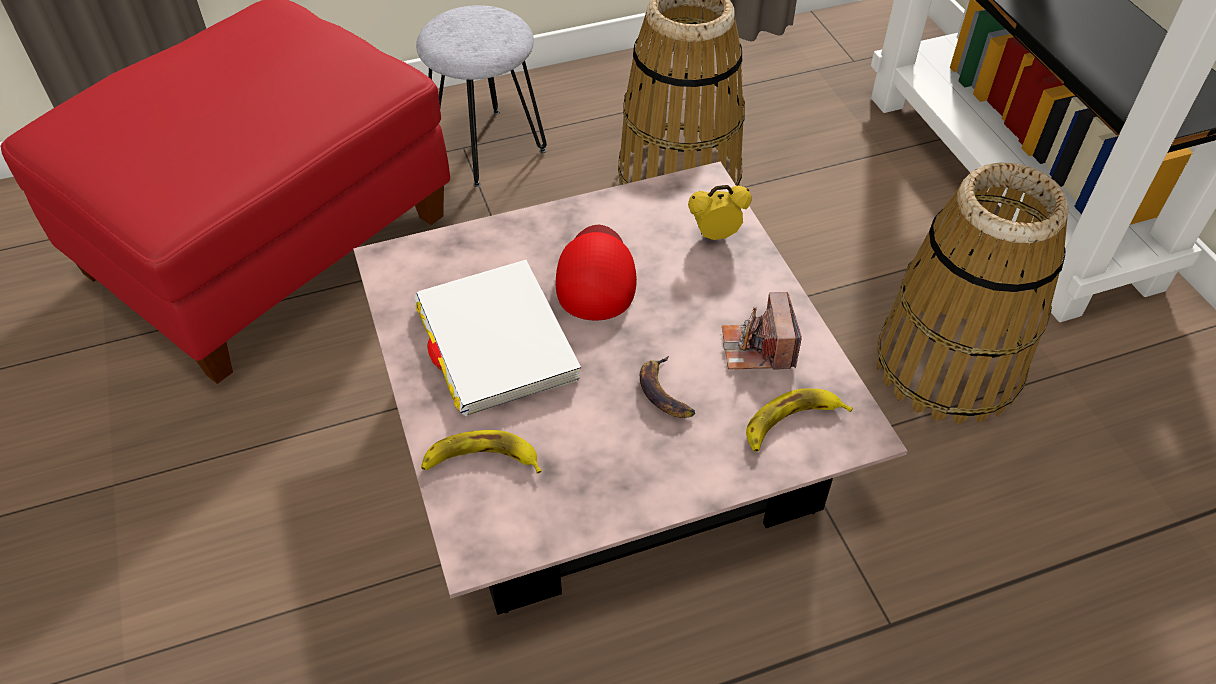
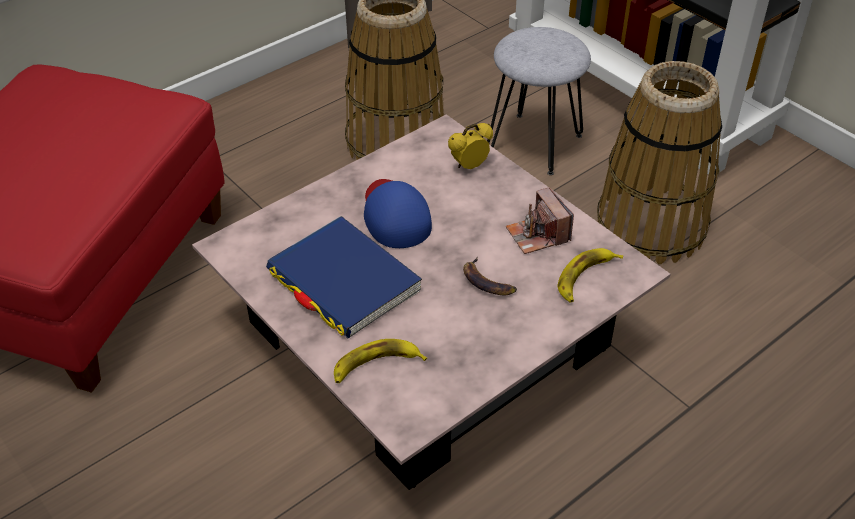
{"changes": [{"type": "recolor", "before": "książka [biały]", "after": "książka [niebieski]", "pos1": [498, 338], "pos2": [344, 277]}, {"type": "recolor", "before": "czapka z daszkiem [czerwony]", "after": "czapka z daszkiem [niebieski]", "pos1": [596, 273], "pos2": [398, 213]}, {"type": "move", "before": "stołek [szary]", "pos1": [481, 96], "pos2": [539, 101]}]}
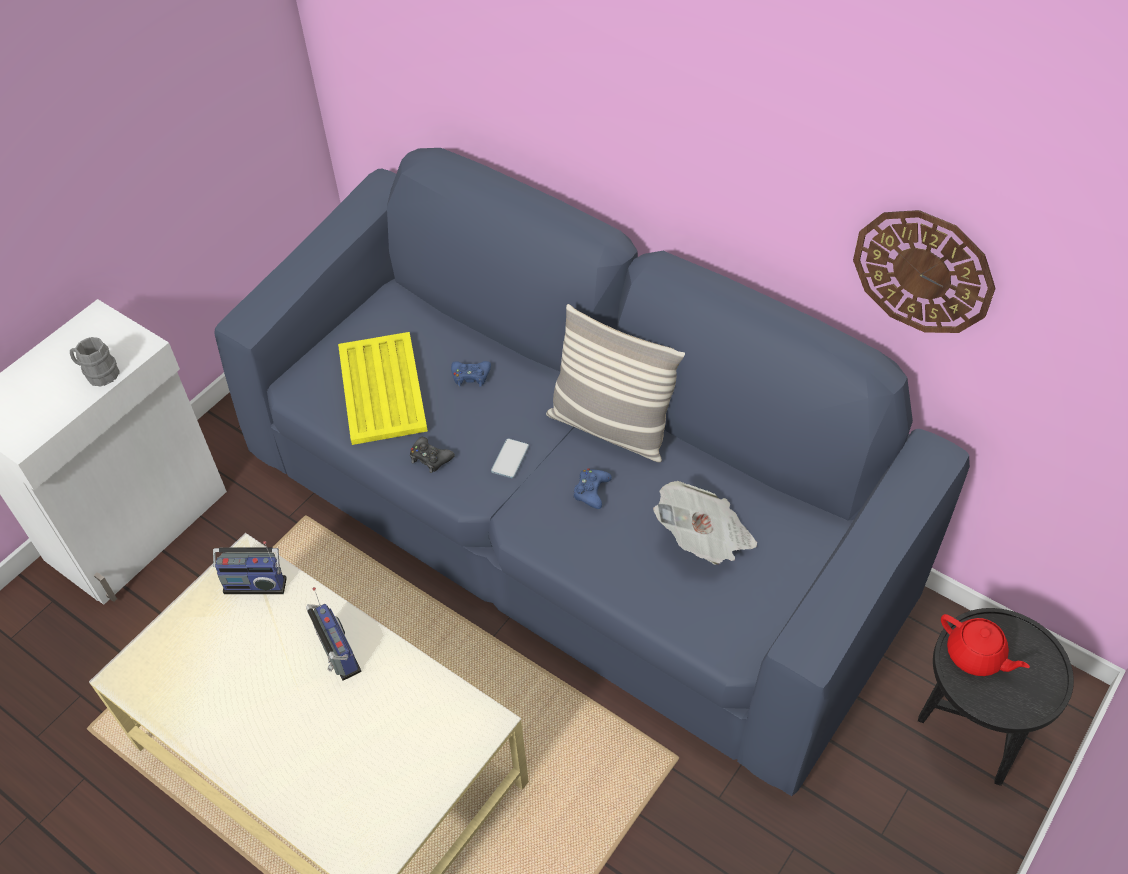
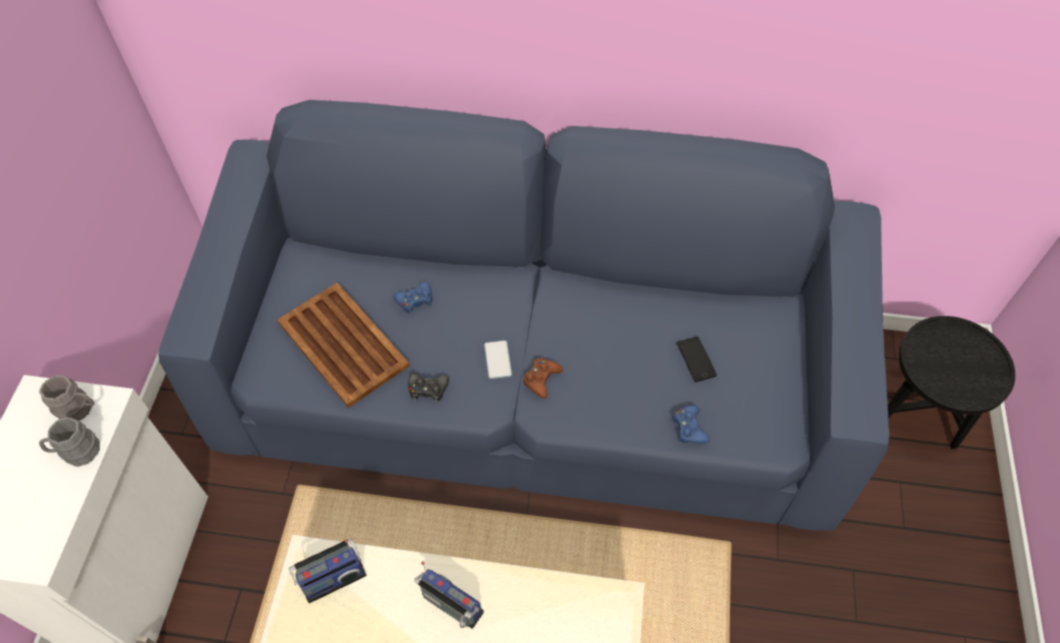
{"changes": [{"type": "insert", "after": "kubek [szary]", "pos2": [66, 398]}, {"type": "recolor", "before": "taca [żółty]", "after": "taca [brązowy]", "pos1": [383, 388], "pos2": [343, 345]}, {"type": "insert", "after": "pad do gier [brązowy]", "pos2": [543, 378]}, {"type": "move", "before": "pad do gier [niebieski]", "pos1": [592, 488], "pos2": [690, 424]}, {"type": "replace", "before": "gazeta", "after": "telefon", "pos1": [705, 523], "pos2": [697, 359]}, {"type": "delete", "before": "poduszka", "pos1": [615, 383]}, {"type": "delete", "before": "zegar ścienny", "pos1": [924, 271]}, {"type": "delete", "before": "imbryk [czerwony]", "pos1": [985, 645]}]}
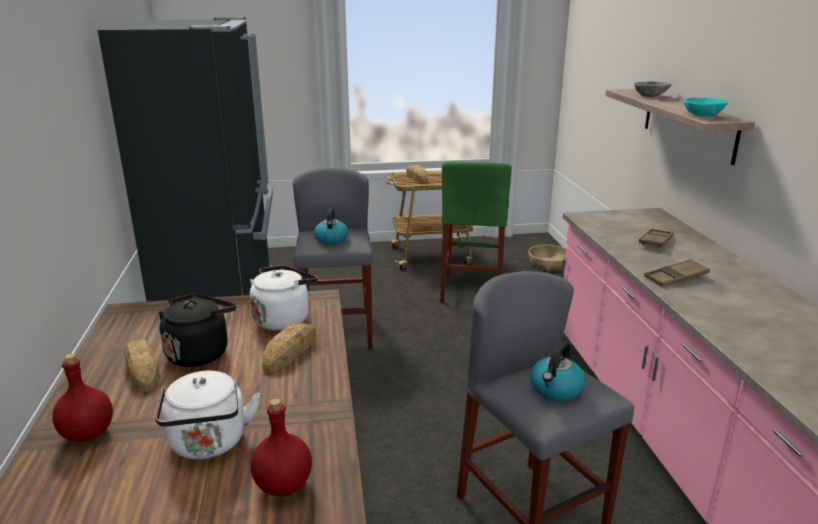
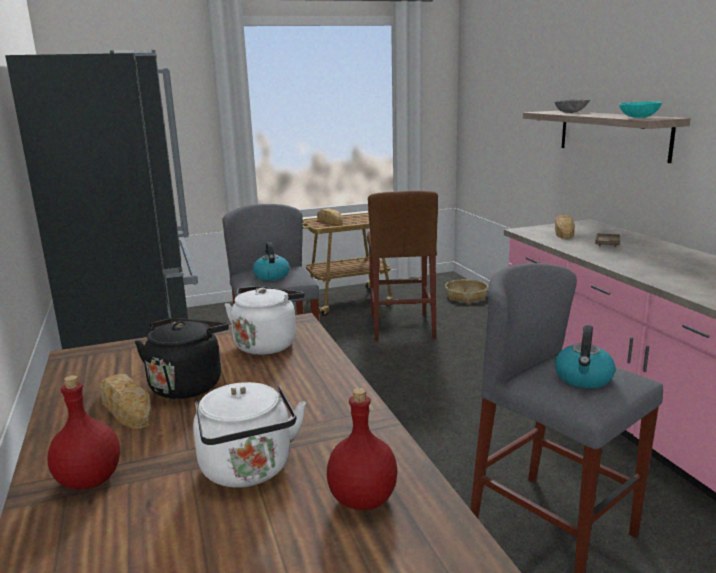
{"changes": [{"type": "recolor", "before": "stołek [zielony]", "after": "stołek [brązowy]", "pos1": [476, 232], "pos2": [402, 266]}, {"type": "move", "before": "chleb", "pos1": [289, 347], "pos2": [565, 227]}, {"type": "delete", "before": "taca [brązowy]", "pos1": [677, 273]}]}
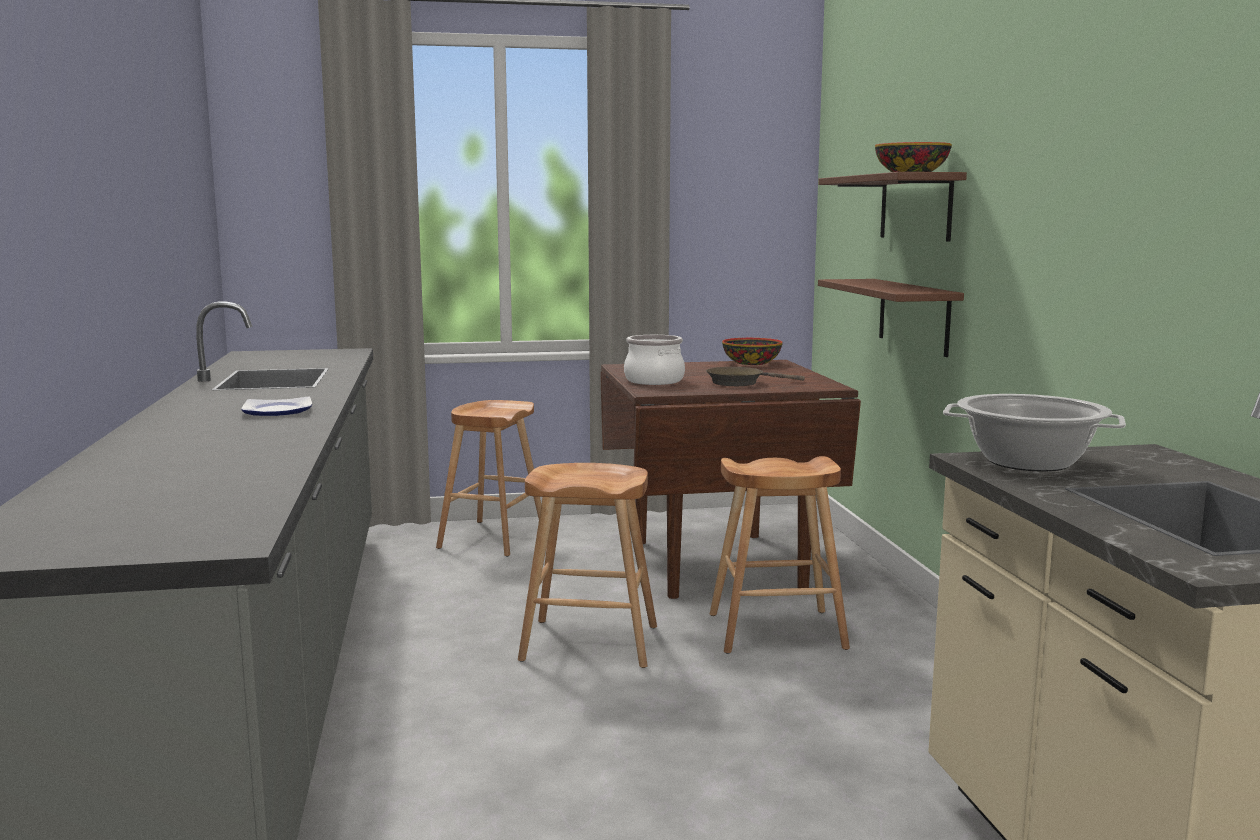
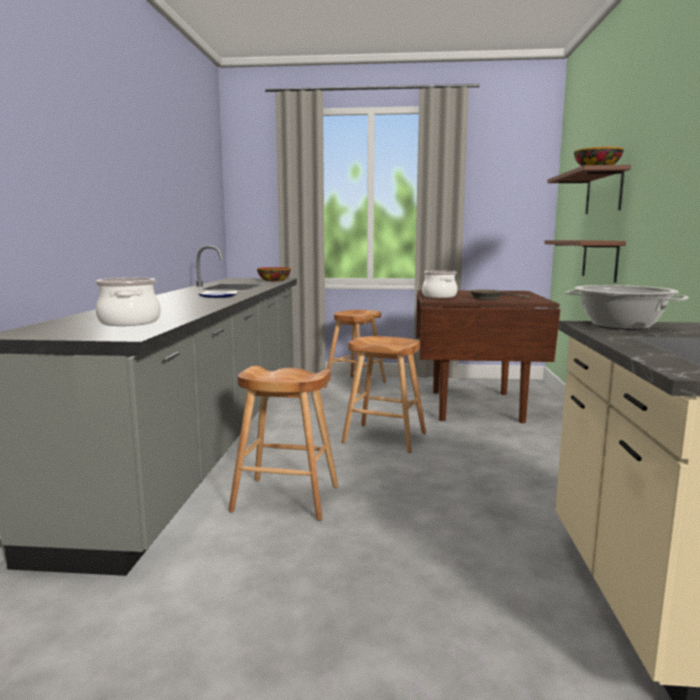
{"changes": [{"type": "insert", "after": "garnek", "pos2": [128, 302]}, {"type": "move", "before": "stołek [brązowy]", "pos1": [780, 555], "pos2": [283, 443]}, {"type": "move", "before": "miska", "pos1": [752, 351], "pos2": [274, 274]}]}
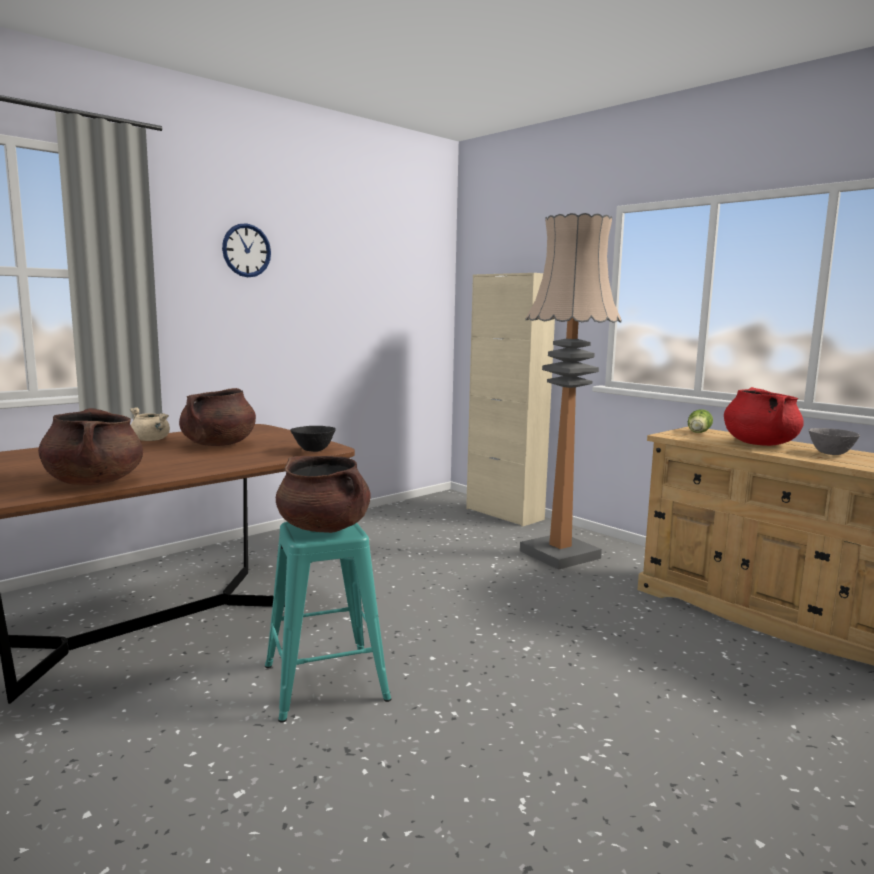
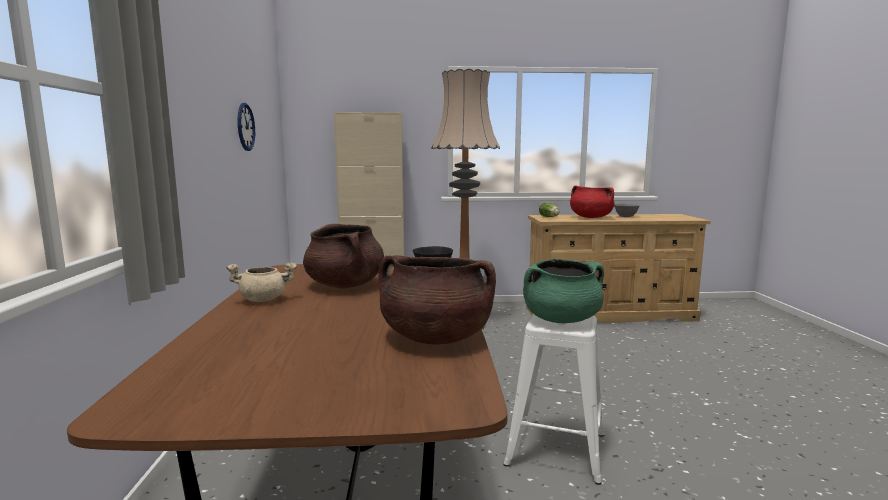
{"changes": [{"type": "move", "before": "zegar ścienny", "pos1": [246, 250], "pos2": [246, 127]}, {"type": "recolor", "before": "stołek [turkusowy]", "after": "stołek [biały]", "pos1": [328, 622], "pos2": [553, 399]}, {"type": "recolor", "before": "garnek [brązowy]", "after": "garnek [zielony]", "pos1": [323, 494], "pos2": [563, 291]}]}
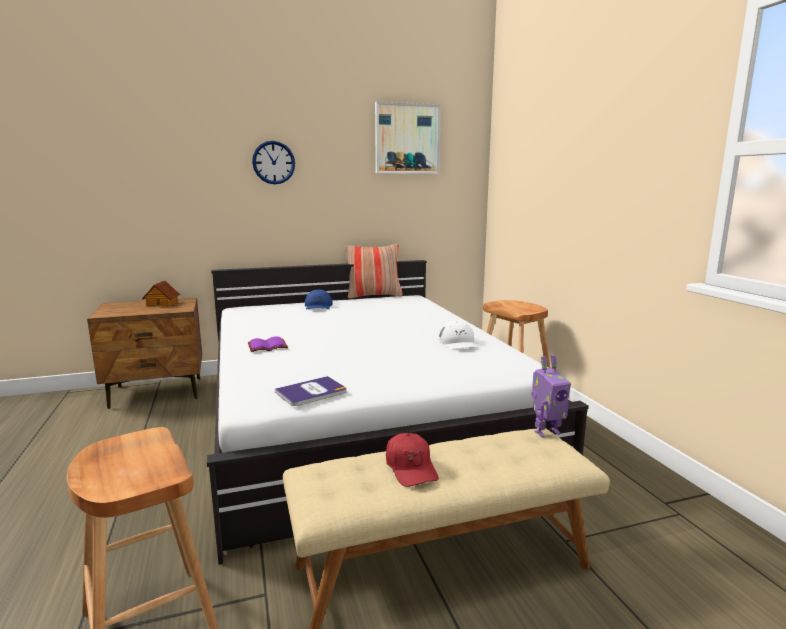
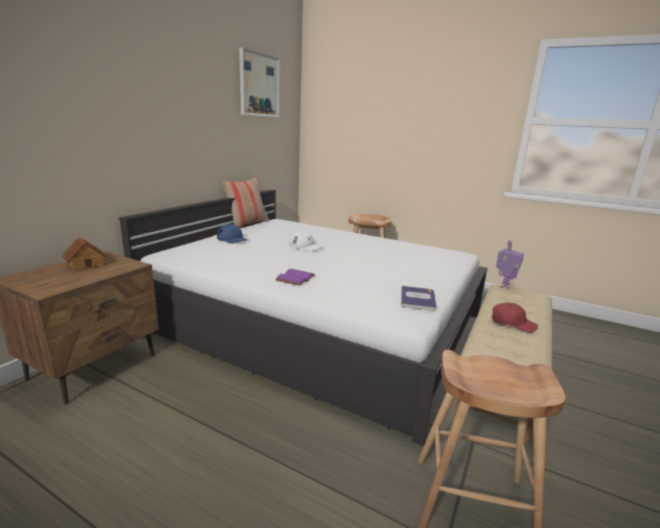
{"changes": [{"type": "move", "before": "czapka z daszkiem [biały]", "pos1": [458, 335], "pos2": [306, 241]}, {"type": "delete", "before": "zegar ścienny", "pos1": [273, 162]}]}
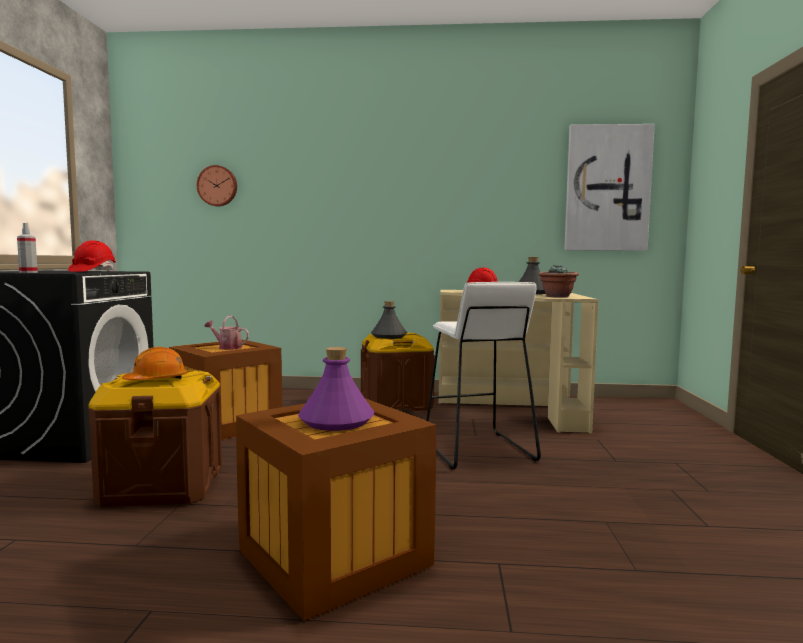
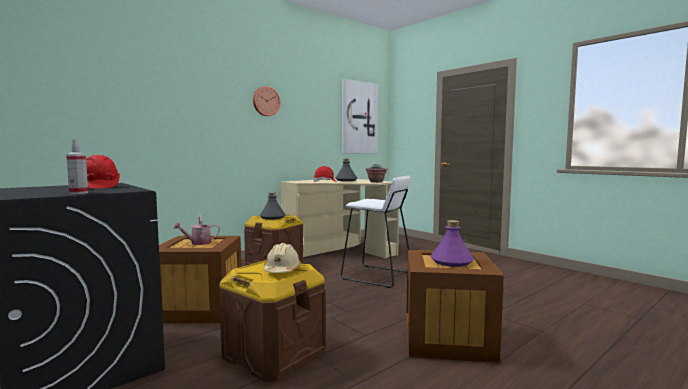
{"changes": [{"type": "move", "before": "zegar ścienny", "pos1": [216, 185], "pos2": [267, 101]}, {"type": "recolor", "before": "kask [pomarańczowy]", "after": "kask [beżowy]", "pos1": [155, 363], "pos2": [282, 258]}]}
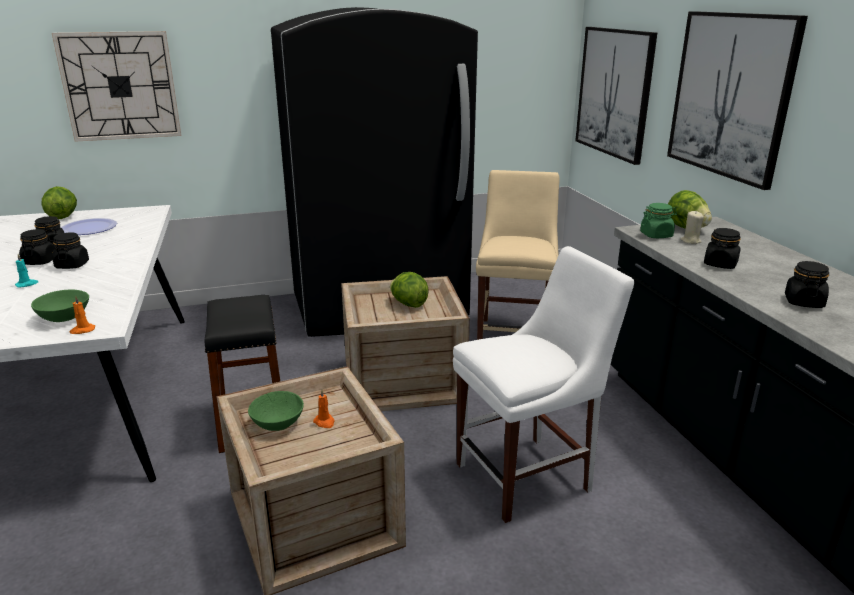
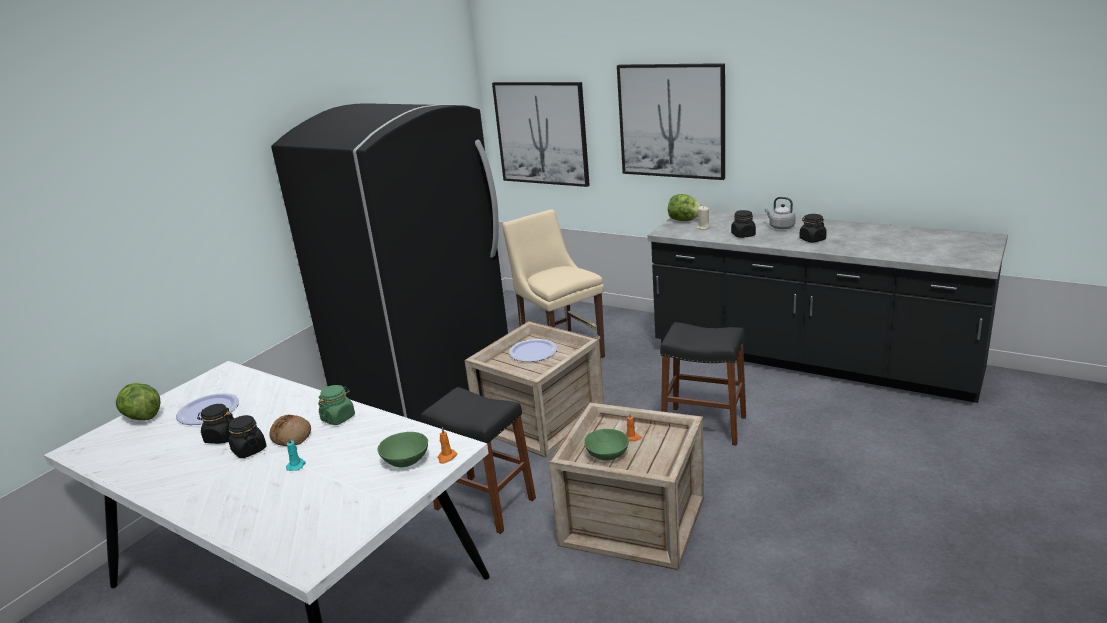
{"changes": [{"type": "replace", "before": "słoik [czarny]", "after": "chleb", "pos1": [70, 250], "pos2": [290, 430]}, {"type": "move", "before": "słoik [zielony]", "pos1": [658, 220], "pos2": [336, 405]}, {"type": "replace", "before": "sałata", "after": "talerz", "pos1": [409, 290], "pos2": [533, 350]}, {"type": "replace", "before": "krzesło [biały]", "after": "stołek [czarny]", "pos1": [543, 384], "pos2": [703, 383]}, {"type": "insert", "after": "czajnik [szary]", "pos2": [780, 213]}, {"type": "delete", "before": "zegar ścienny", "pos1": [116, 86]}]}
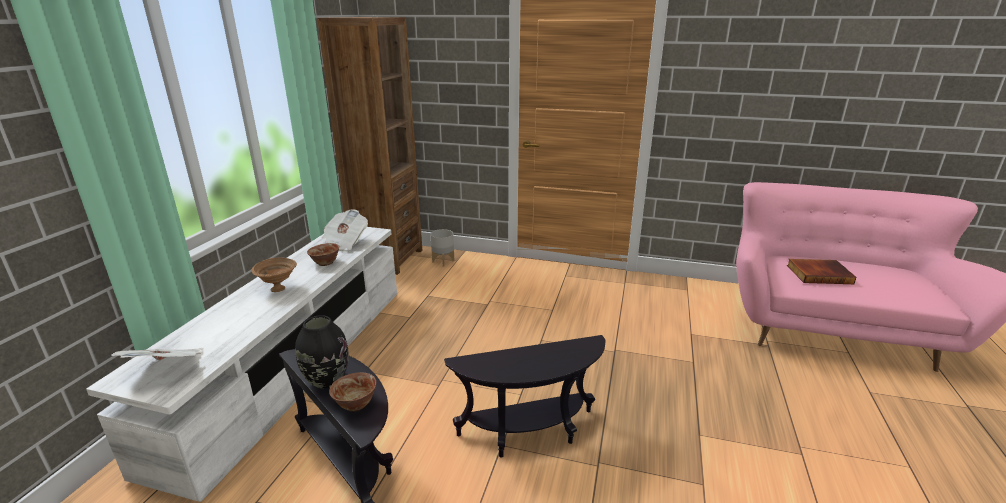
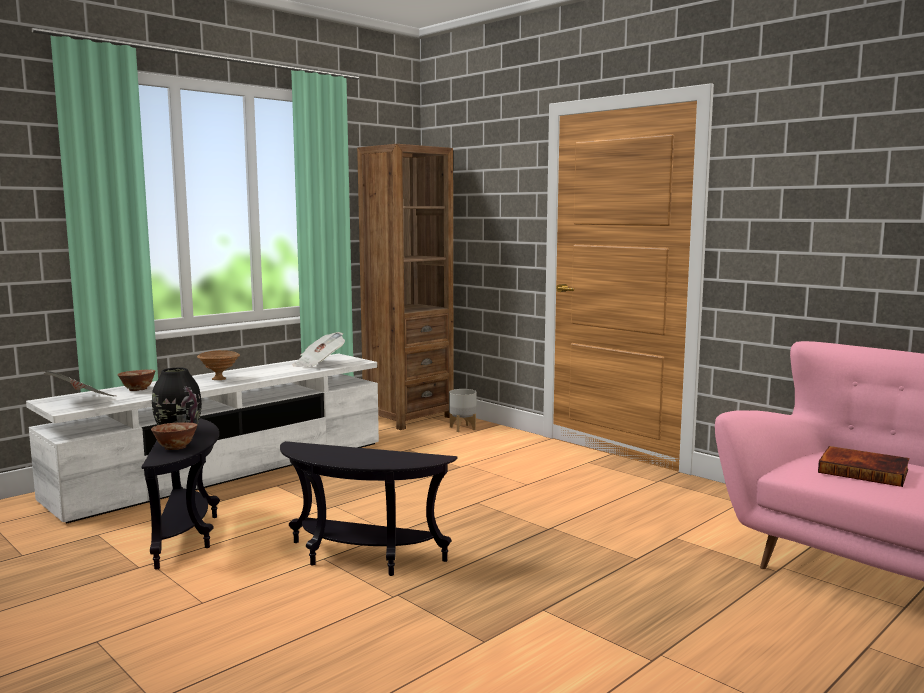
{"changes": [{"type": "move", "before": "miska", "pos1": [323, 254], "pos2": [136, 380]}]}
